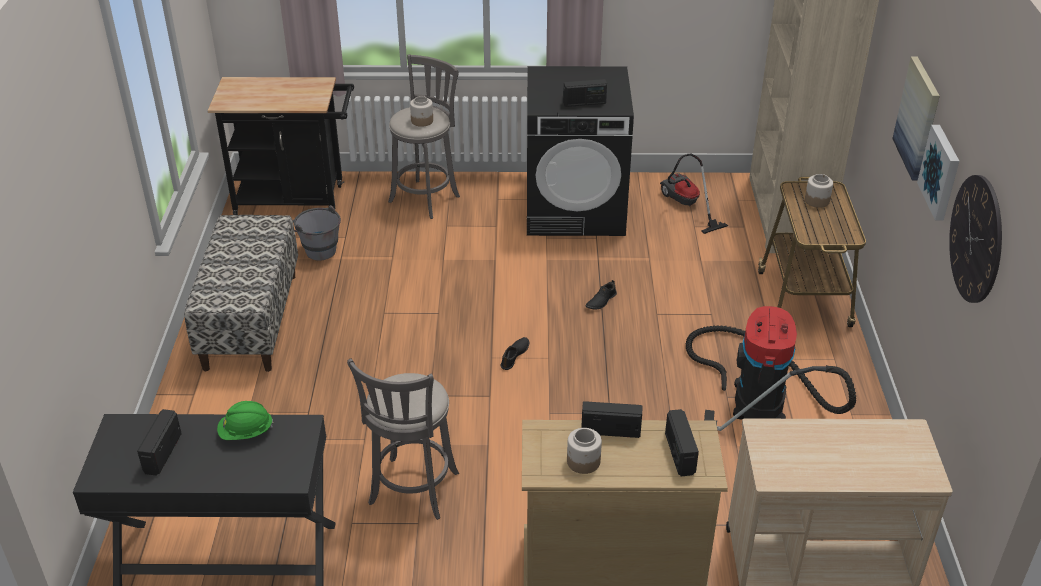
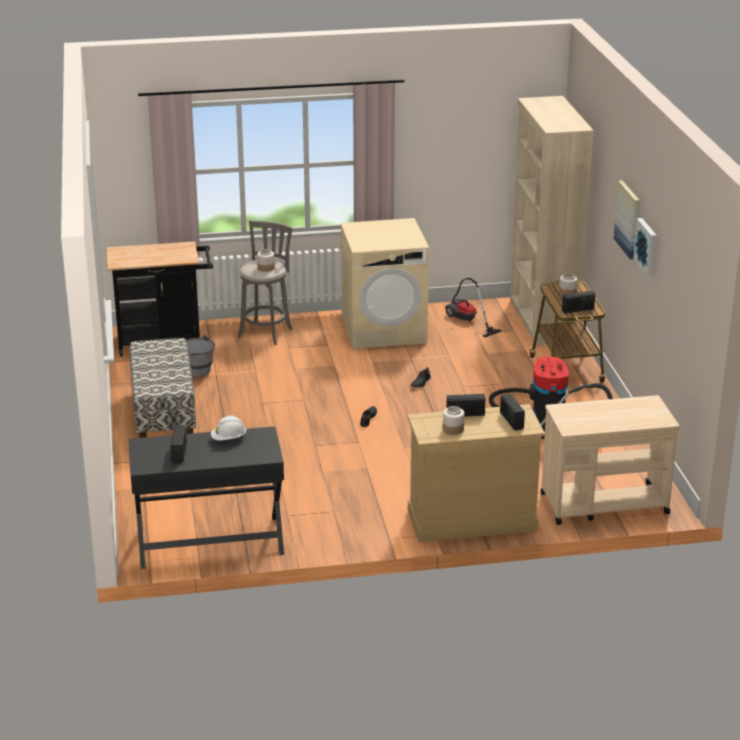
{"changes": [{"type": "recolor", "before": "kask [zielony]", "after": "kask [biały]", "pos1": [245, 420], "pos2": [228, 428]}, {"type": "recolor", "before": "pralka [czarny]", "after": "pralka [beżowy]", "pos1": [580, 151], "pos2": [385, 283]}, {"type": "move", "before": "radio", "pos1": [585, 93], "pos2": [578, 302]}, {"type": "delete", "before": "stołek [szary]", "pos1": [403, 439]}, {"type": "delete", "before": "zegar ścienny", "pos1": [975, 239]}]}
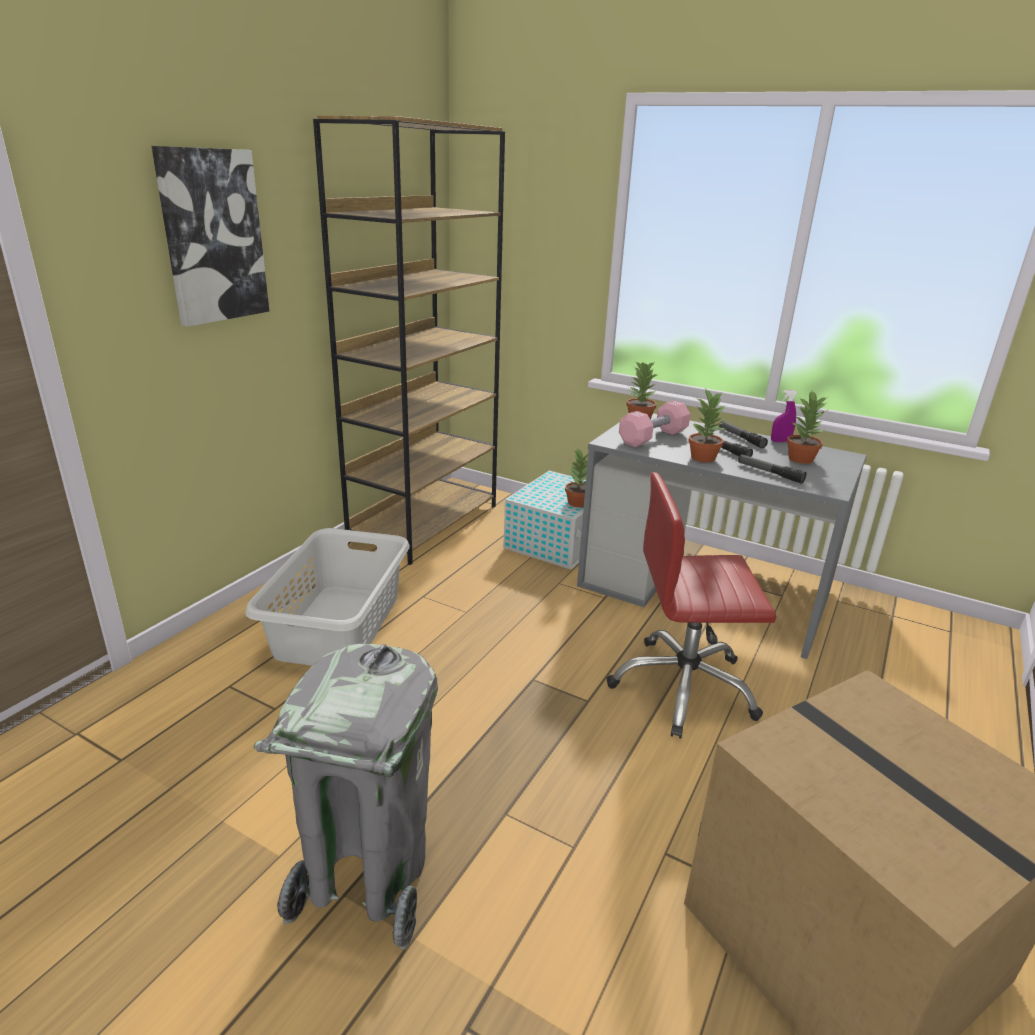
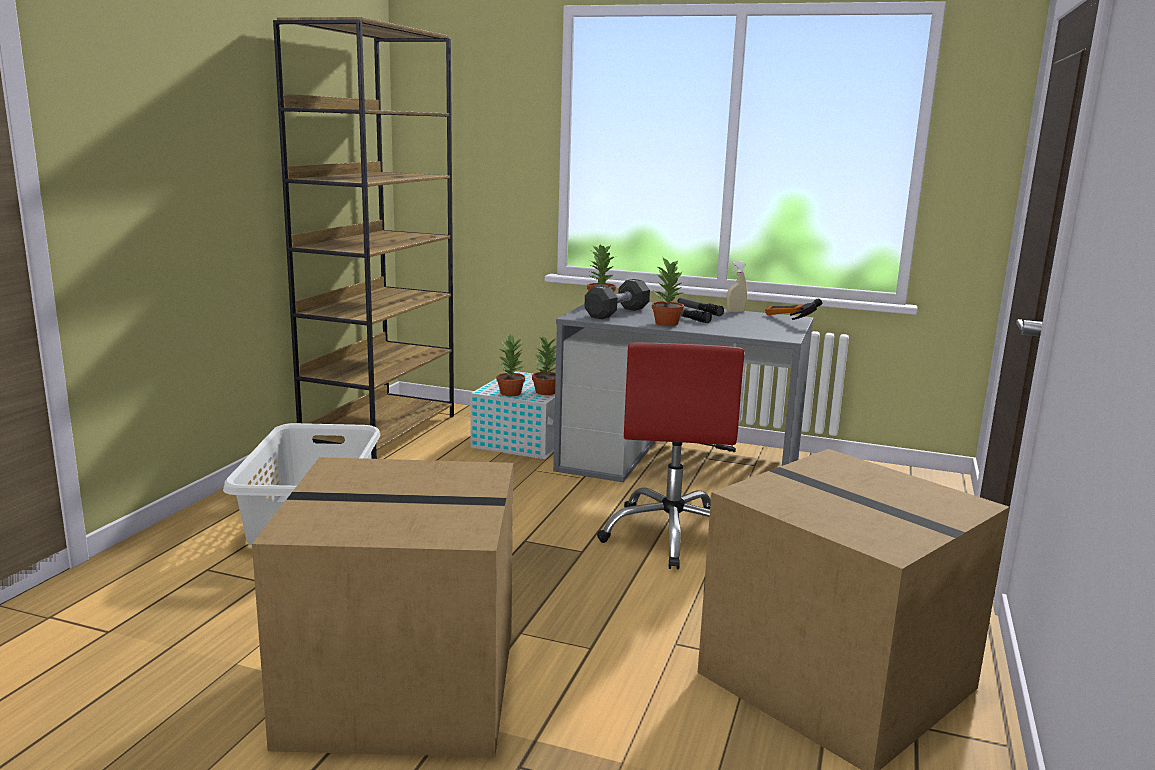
{"changes": [{"type": "replace", "before": "kosz na śmieci [szary]", "after": "karton", "pos1": [345, 797], "pos2": [382, 607]}, {"type": "move", "before": "roślina doniczkowa", "pos1": [807, 427], "pos2": [511, 365]}, {"type": "recolor", "before": "hantel [różowy]", "after": "hantel [czarny]", "pos1": [654, 423], "pos2": [617, 299]}, {"type": "rotate", "before": "krzesło biurowe [czerwony]", "pos1": [691, 605], "pos2": [671, 456], "turn": -75}, {"type": "recolor", "before": "spryskiwacz [fioletowy]", "after": "spryskiwacz [beżowy]", "pos1": [784, 416], "pos2": [736, 287]}, {"type": "insert", "after": "młotek", "pos2": [793, 309]}, {"type": "delete", "before": "obraz", "pos1": [210, 236]}, {"type": "delete", "before": "latarka", "pos1": [772, 469]}]}
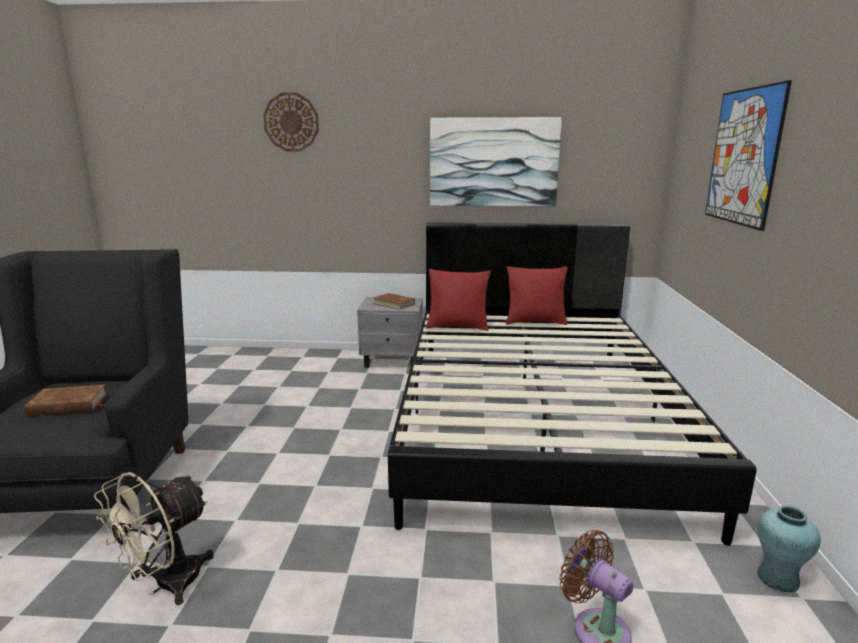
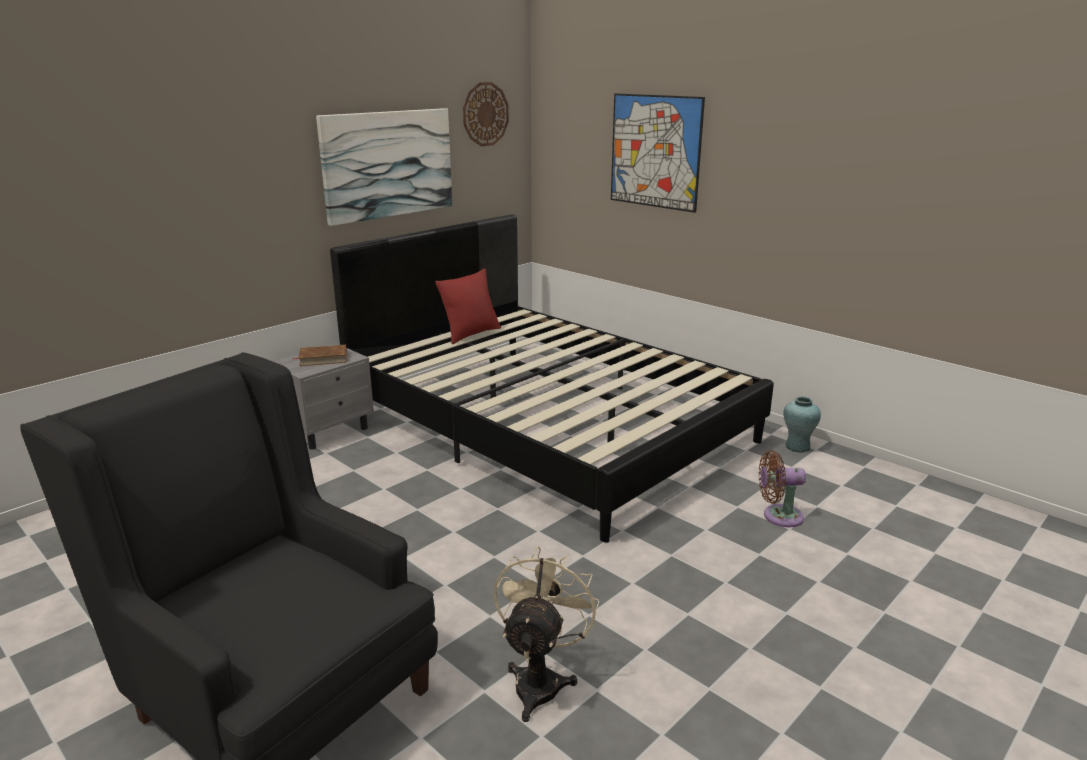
{"changes": [{"type": "move", "before": "zegar ścienny", "pos1": [291, 121], "pos2": [486, 114]}, {"type": "rotate", "before": "wentylator [beżowy]", "pos1": [154, 538], "pos2": [547, 634], "turn": -150}, {"type": "delete", "before": "książka [brązowy]", "pos1": [65, 400]}, {"type": "delete", "before": "poduszka [czerwony]", "pos1": [458, 300]}]}
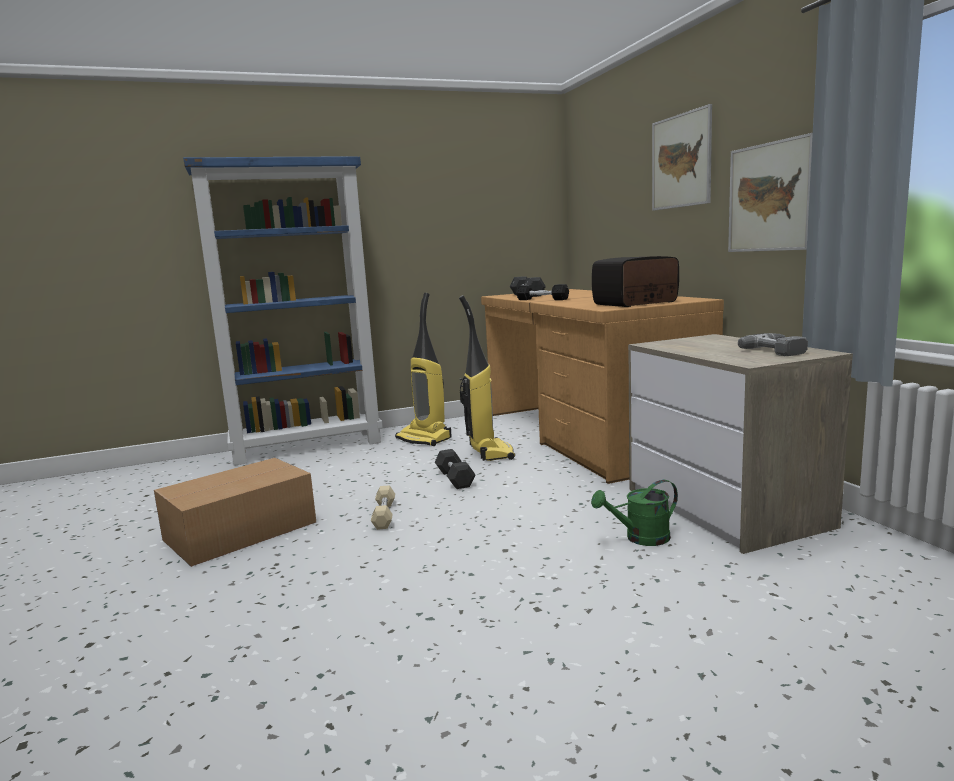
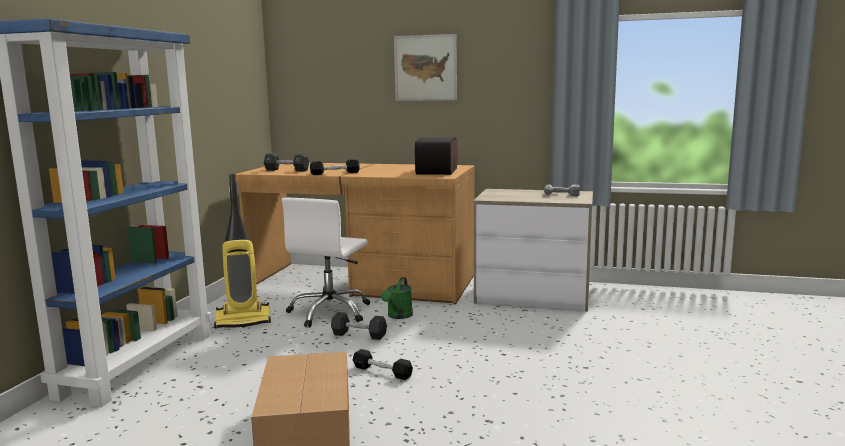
{"changes": [{"type": "replace", "before": "odkurzacz", "after": "krzesło biurowe [biały]", "pos1": [487, 378], "pos2": [326, 262]}, {"type": "recolor", "before": "hantel [beżowy]", "after": "hantel [czarny]", "pos1": [383, 507], "pos2": [383, 364]}, {"type": "move", "before": "konewka [zielony]", "pos1": [634, 513], "pos2": [397, 298]}, {"type": "delete", "before": "obraz", "pos1": [770, 192]}]}
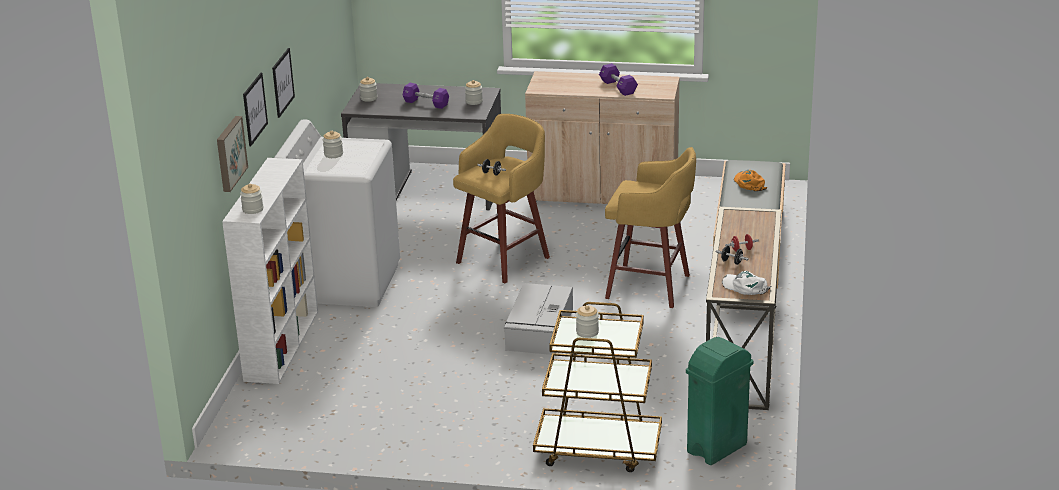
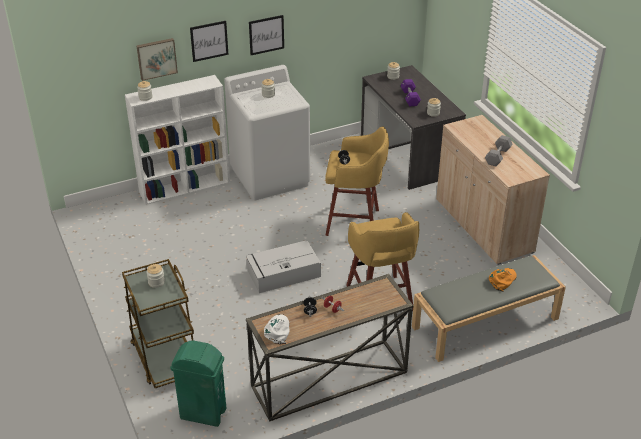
{"changes": [{"type": "recolor", "before": "hantel [fioletowy]", "after": "hantel [szary]", "pos1": [618, 79], "pos2": [499, 150]}]}
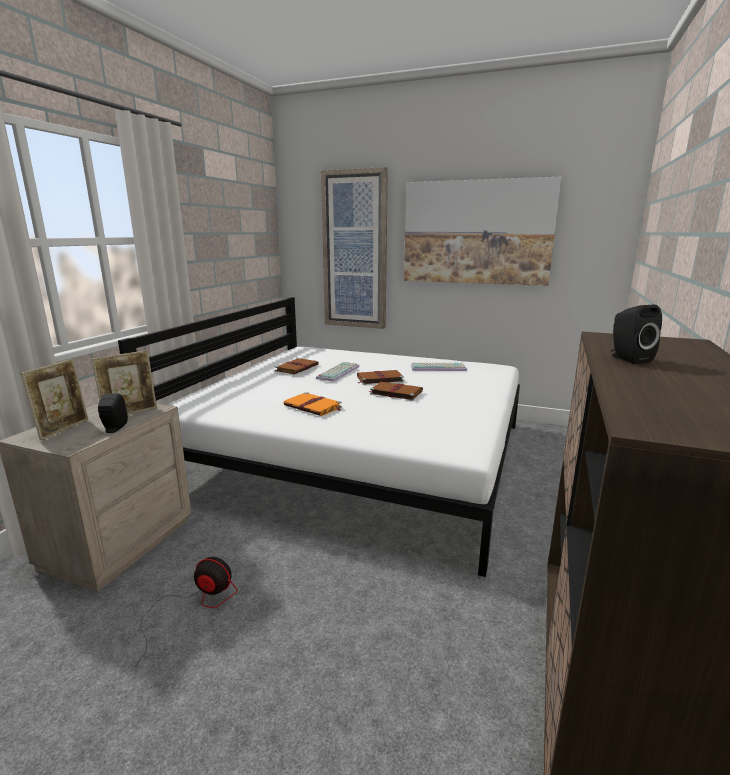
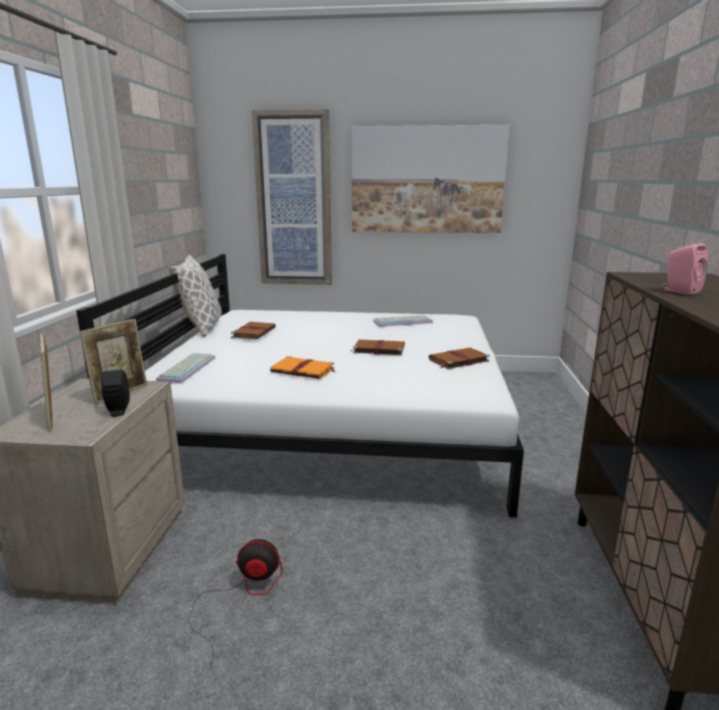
{"changes": [{"type": "rotate", "before": "ramka na zdjęcie", "pos1": [54, 399], "pos2": [46, 382], "turn": 150}, {"type": "move", "before": "klawiatura", "pos1": [337, 372], "pos2": [185, 368]}, {"type": "insert", "after": "poduszka", "pos2": [195, 296]}, {"type": "move", "before": "książka [brązowy]", "pos1": [380, 377], "pos2": [459, 359]}, {"type": "recolor", "before": "głośnik [czarny]", "after": "głośnik [różowy]", "pos1": [636, 334], "pos2": [684, 269]}]}
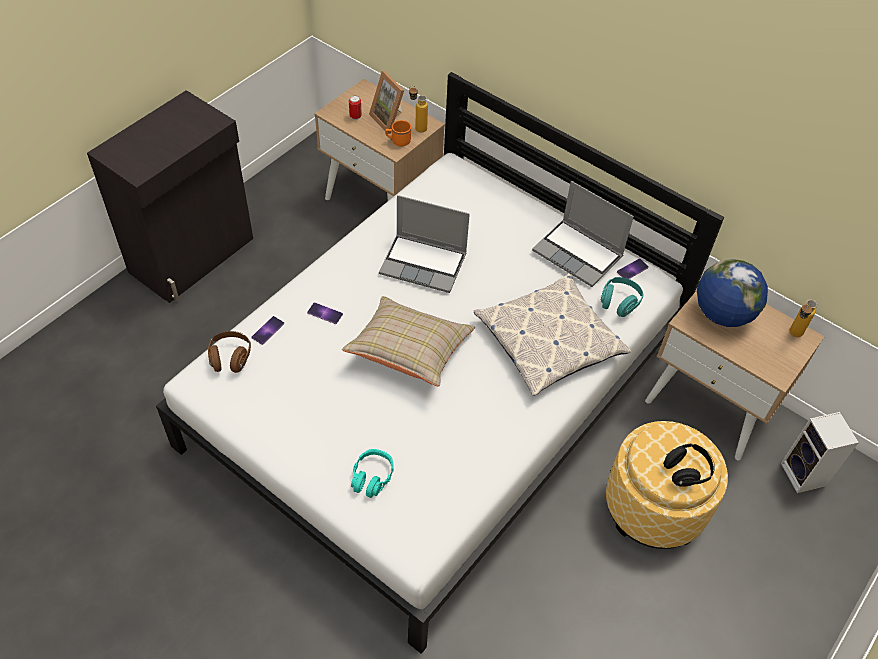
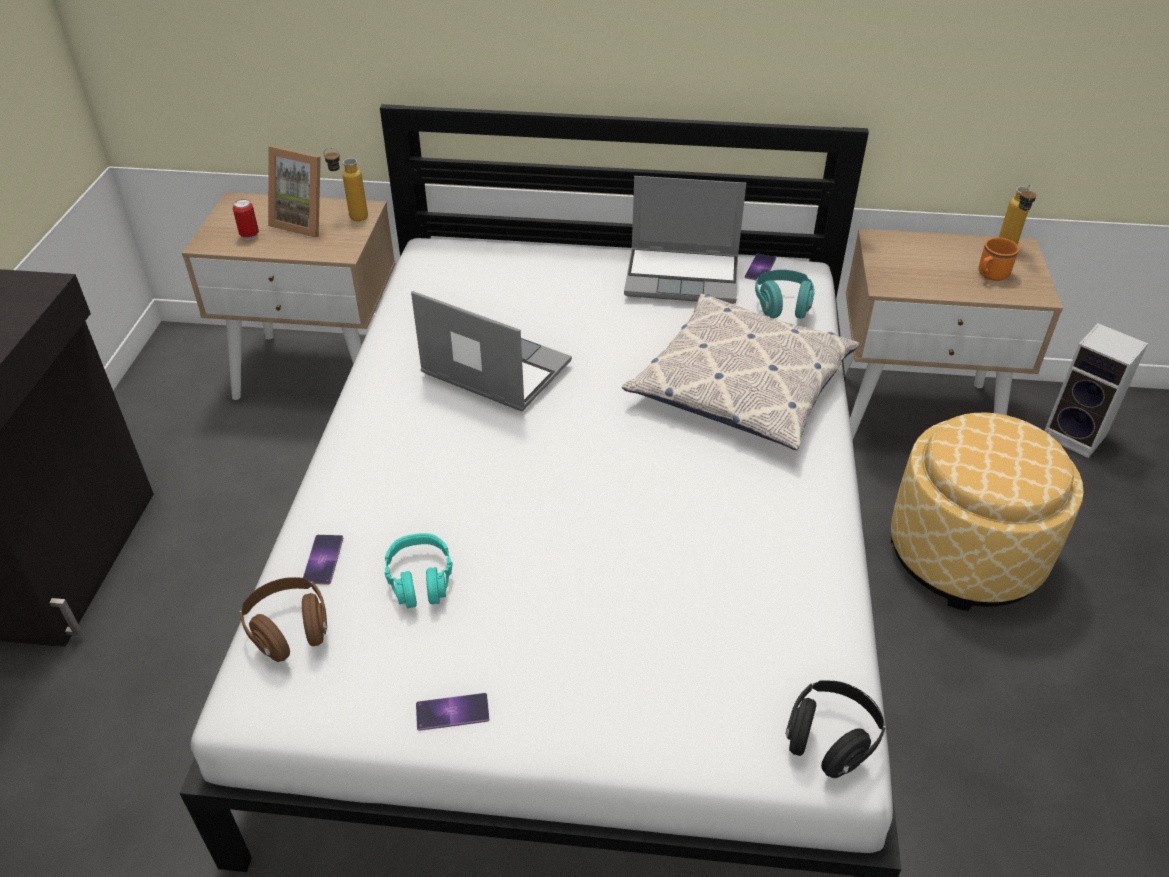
{"changes": [{"type": "move", "before": "słuchawki [turkusowy]", "pos1": [372, 473], "pos2": [418, 571]}, {"type": "rotate", "before": "laptop", "pos1": [424, 244], "pos2": [491, 351], "turn": -135}, {"type": "move", "before": "telefon", "pos1": [325, 313], "pos2": [452, 712]}, {"type": "move", "before": "słuchawki [czarny]", "pos1": [689, 465], "pos2": [836, 729]}, {"type": "move", "before": "kubek [pomarańczowy]", "pos1": [398, 133], "pos2": [998, 259]}, {"type": "delete", "before": "poduszka [beżowy]", "pos1": [408, 341]}, {"type": "delete", "before": "globus", "pos1": [732, 293]}]}
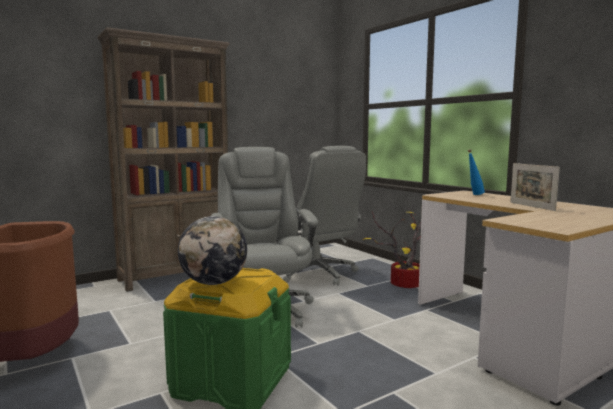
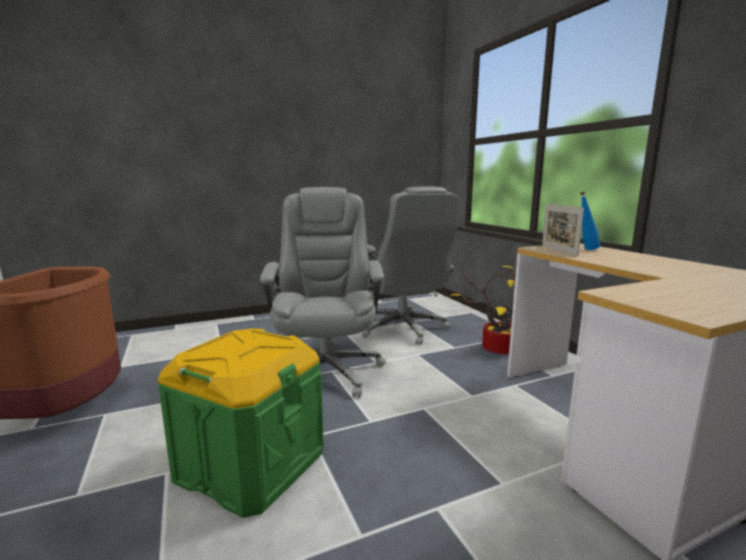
{"changes": [{"type": "move", "before": "ramka na zdjęcie", "pos1": [535, 187], "pos2": [563, 230]}, {"type": "delete", "before": "regał [brązowy]", "pos1": [163, 159]}, {"type": "delete", "before": "globus", "pos1": [212, 250]}]}
